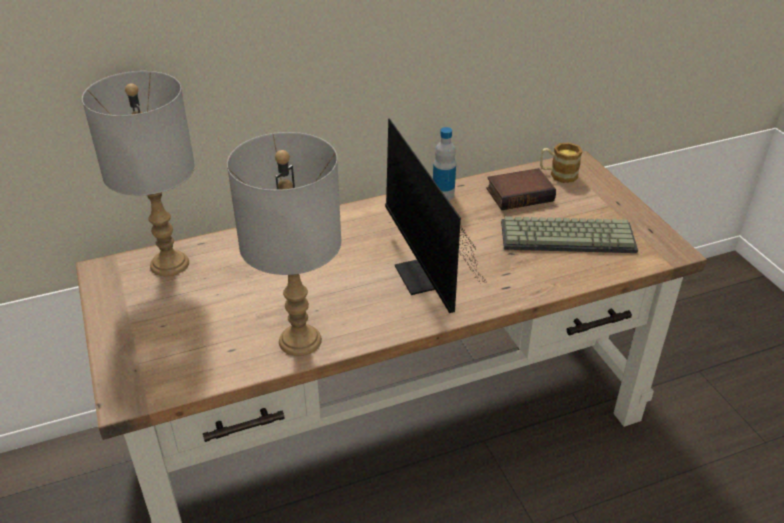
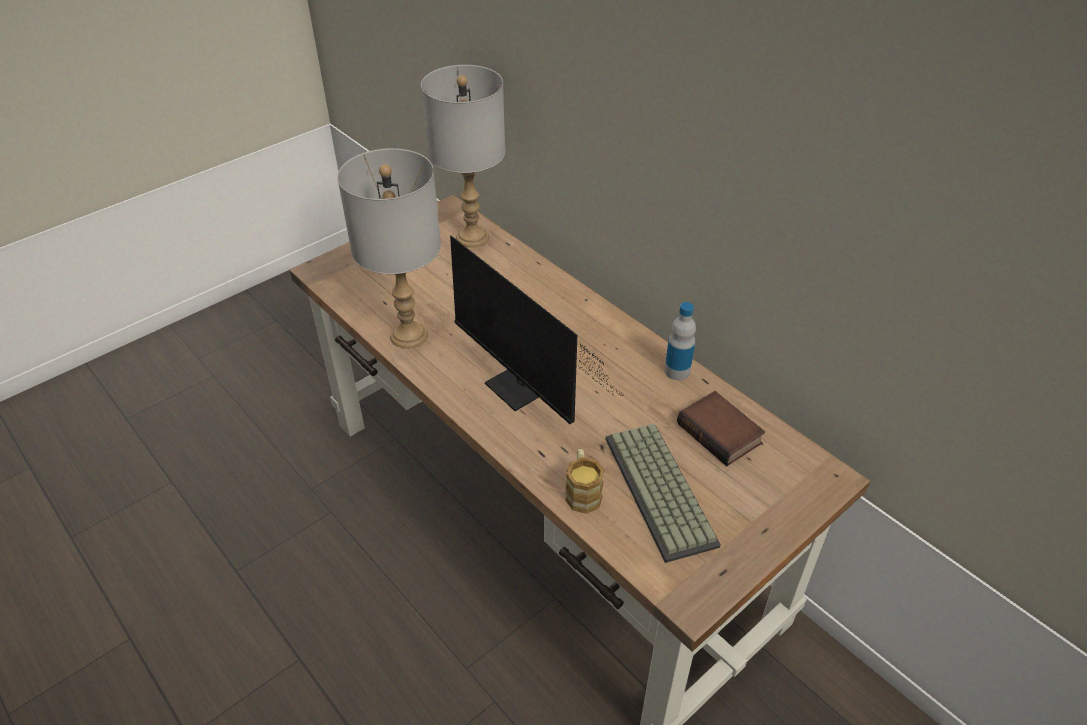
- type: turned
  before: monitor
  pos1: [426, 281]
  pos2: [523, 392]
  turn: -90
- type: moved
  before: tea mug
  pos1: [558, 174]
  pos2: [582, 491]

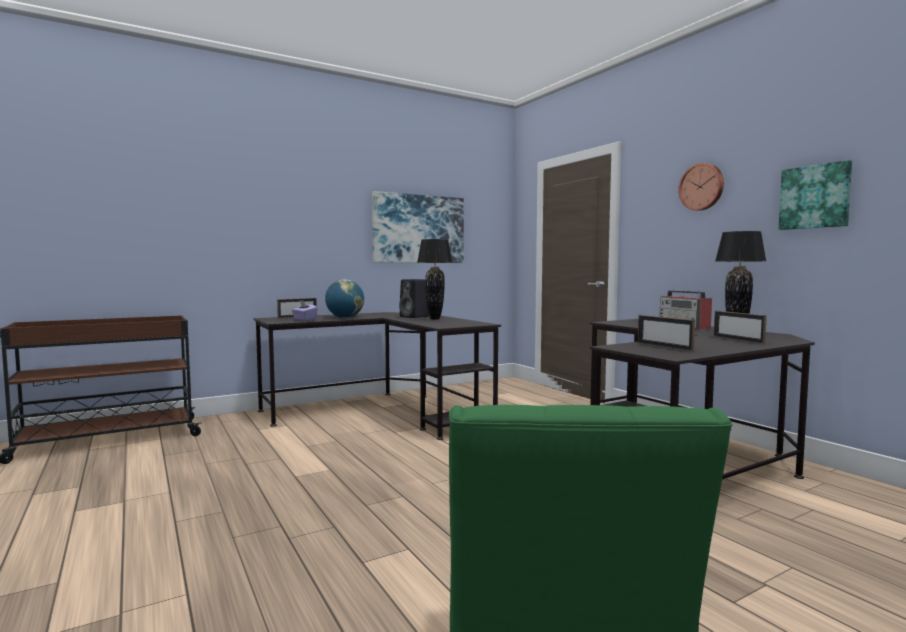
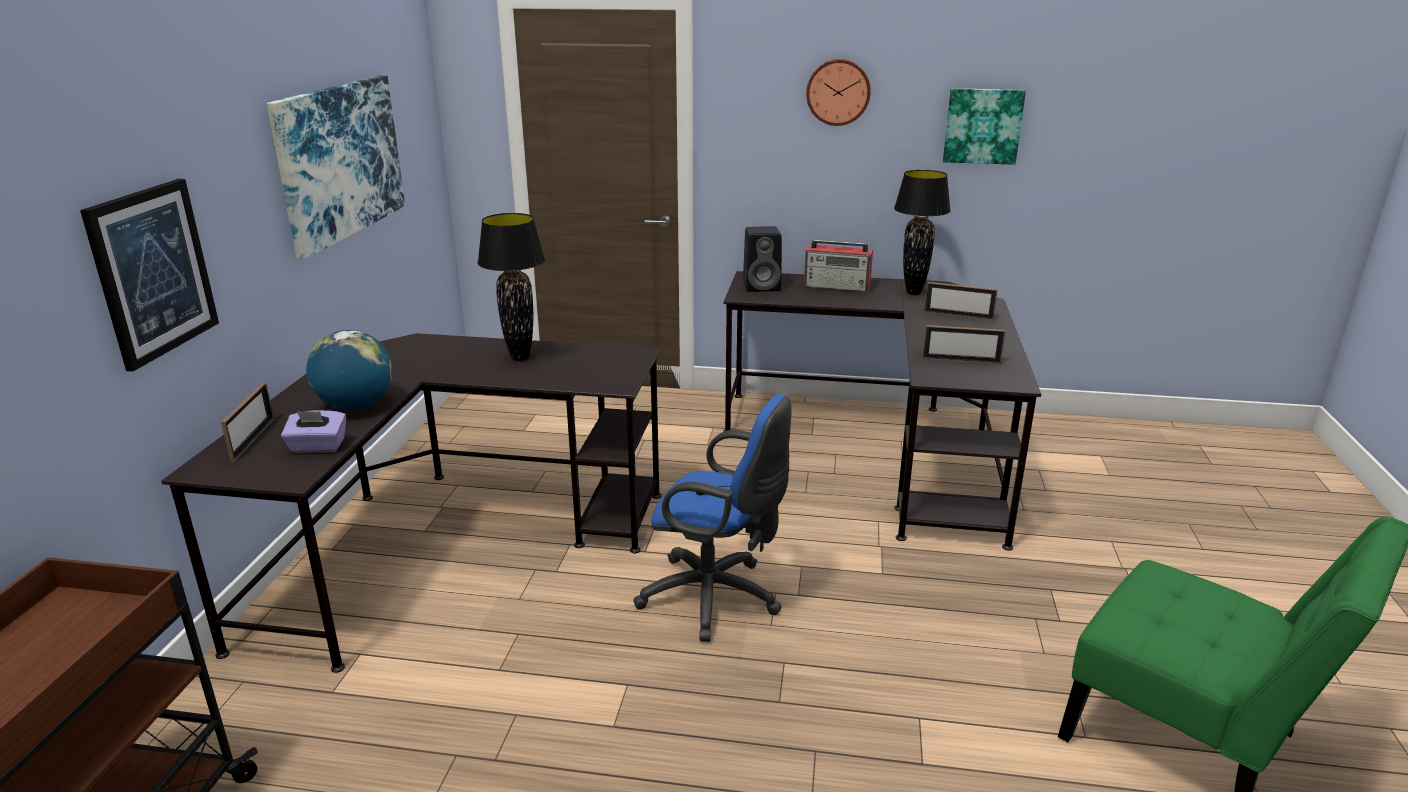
- type: added
  after: wall art
  pos2: [153, 272]
- type: added
  after: blue desk chair
  pos2: [717, 598]
- type: moved
  before: black-coloured speaker
  pos1: [415, 316]
  pos2: [763, 286]

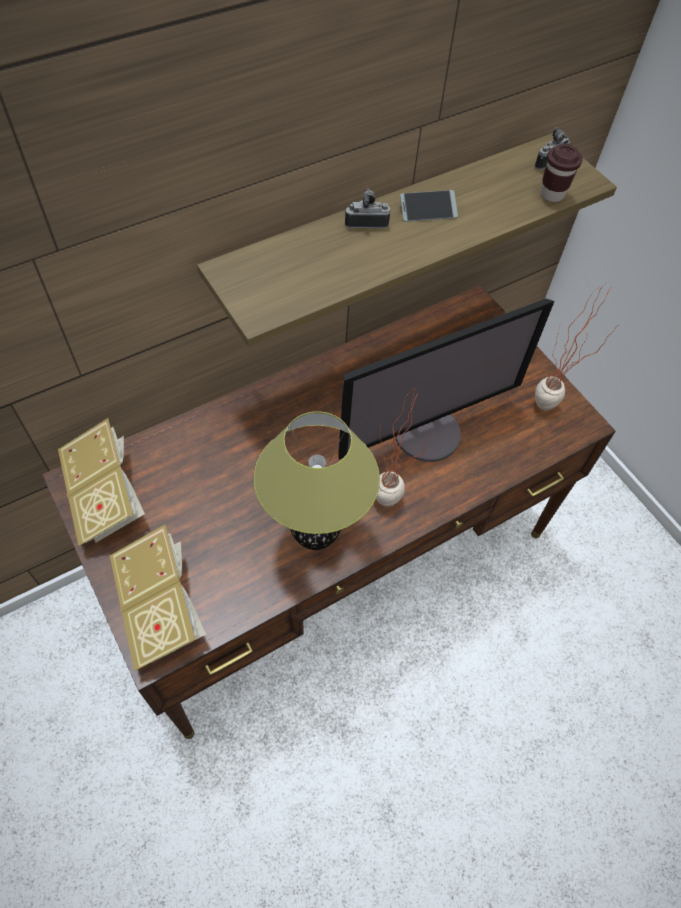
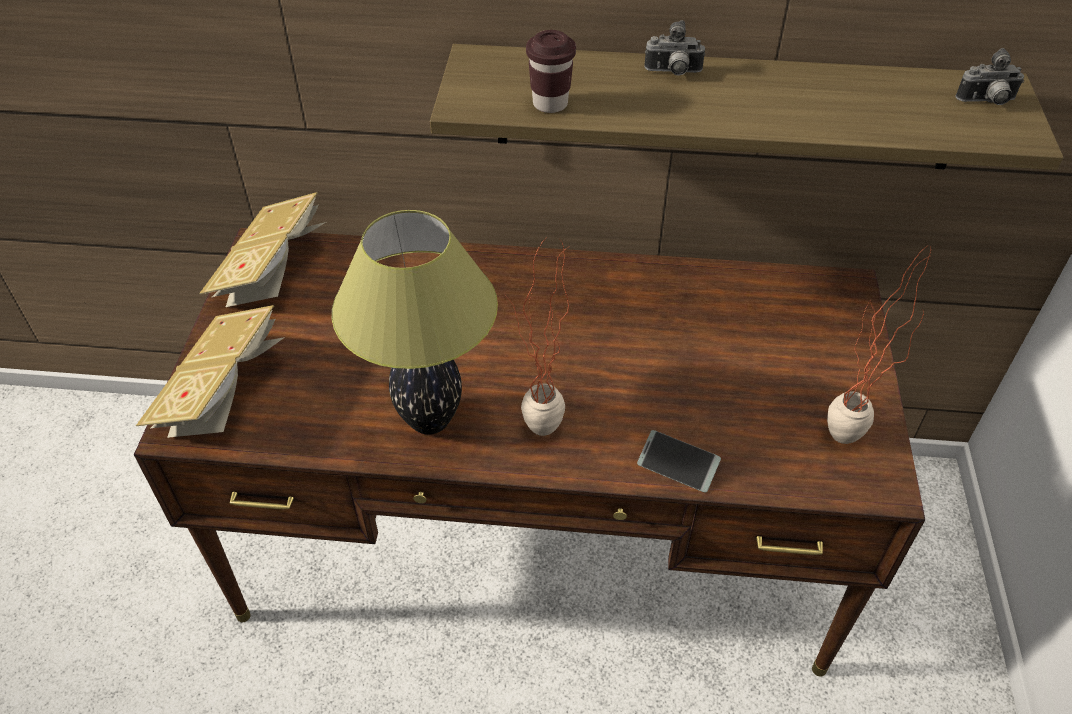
- type: moved
  before: brown cup
  pos1: [552, 194]
  pos2: [550, 104]
- type: moved
  before: phone
  pos1: [428, 211]
  pos2: [677, 466]
- type: turned
  before: still camera
  pos1: [366, 222]
  pos2: [673, 73]
  turn: 150
- type: removed
  before: monitor
  pos1: [427, 431]

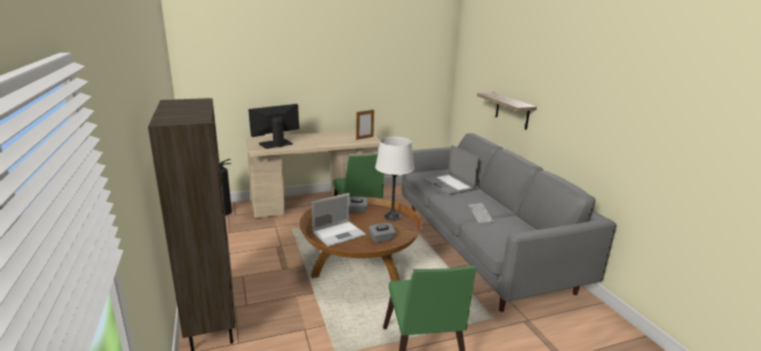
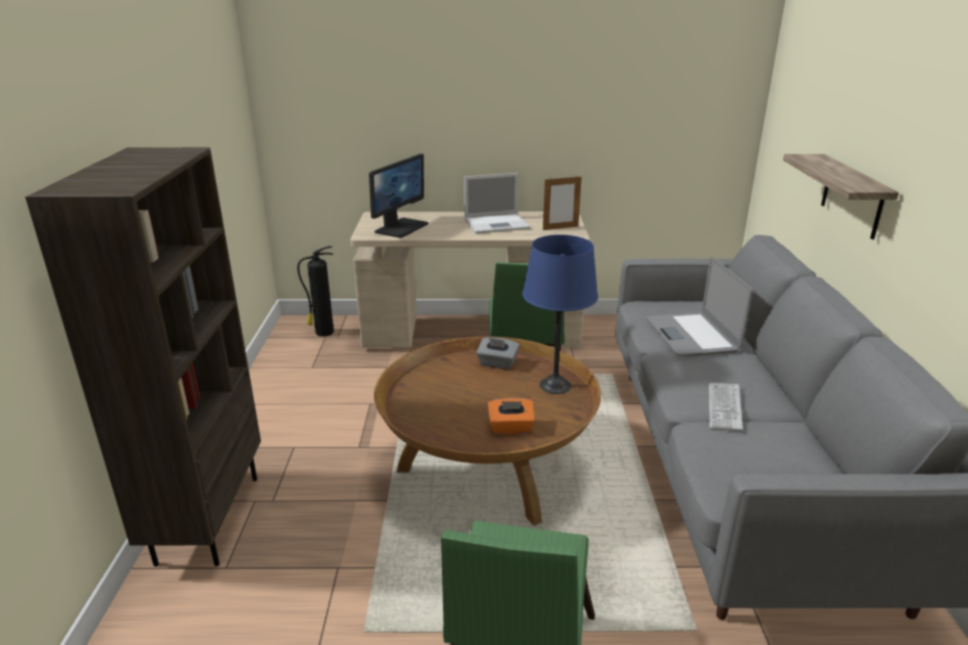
- type: turned
  before: monitor
  pos1: [275, 144]
  pos2: [401, 227]
  turn: 135
- type: moved
  before: notebook computer
  pos1: [339, 233]
  pos2: [498, 224]
- type: recoloured
  before: gray tissue holder
  after: orangey tissue holder
  pos1: [382, 239]
  pos2: [510, 428]
- type: recoloured
  before: white-coloured lamp for a table
  after: blue lamp for a table
  pos1: [392, 217]
  pos2: [555, 385]

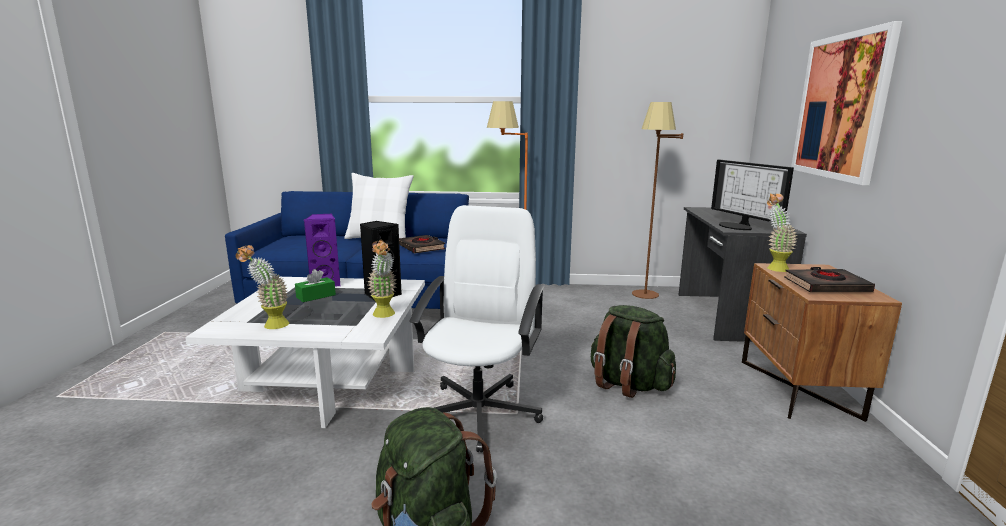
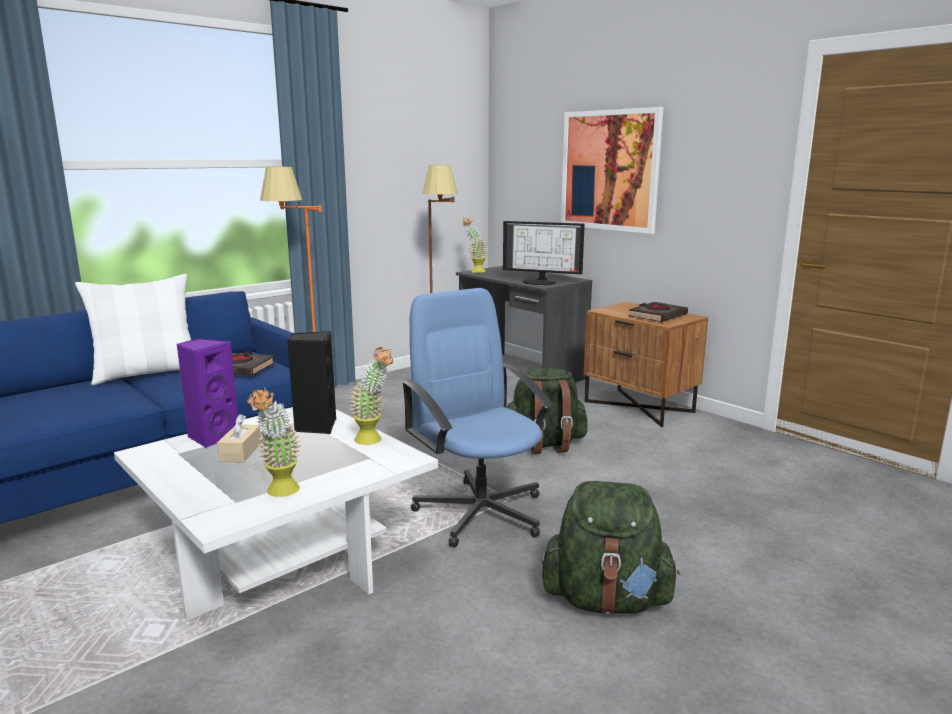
- type: recoloured
  before: greenish tissue holder
  after: beige-coloured tissue holder
  pos1: [316, 296]
  pos2: [241, 452]
- type: recoloured
  before: white-coloured desk chair
  after: blue desk chair
  pos1: [479, 412]
  pos2: [480, 512]
- type: moved
  before: potted plant
  pos1: [773, 267]
  pos2: [474, 271]

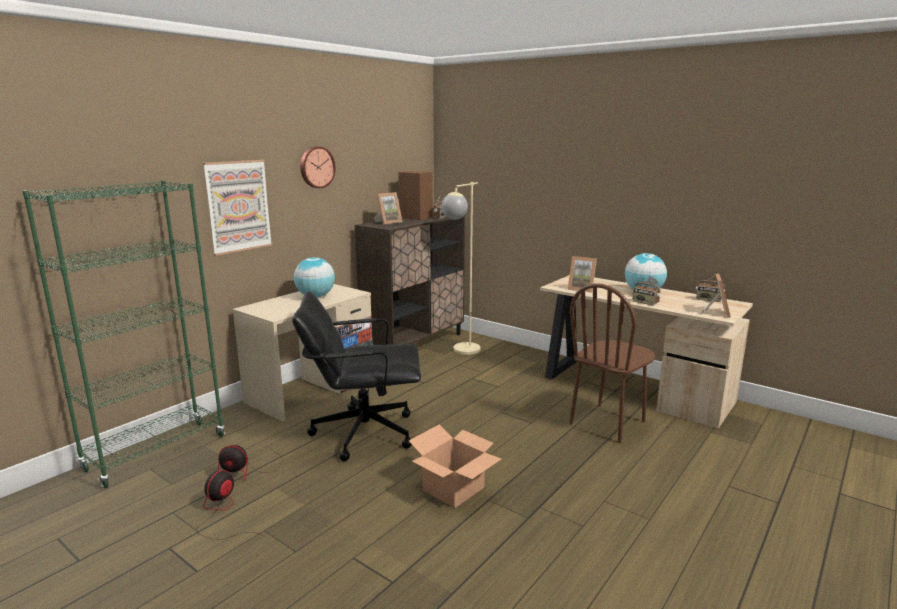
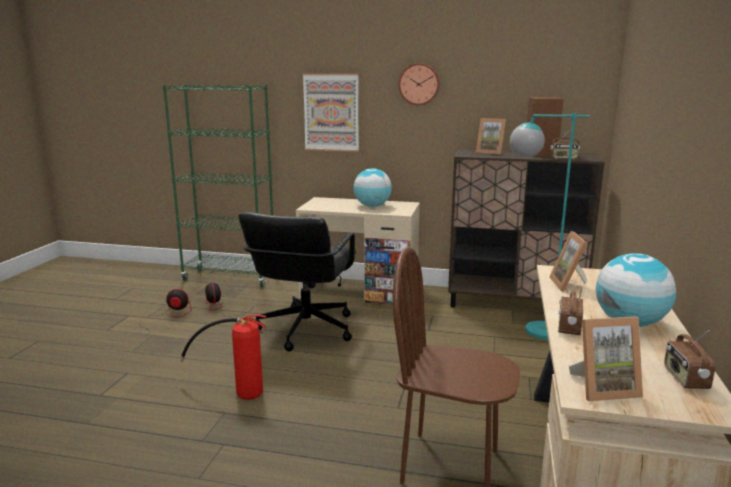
- type: replaced
  before: packing box
  after: fire-fighting cylinder
  pos1: [453, 488]
  pos2: [236, 391]
- type: turned
  before: black-coloured desk chair
  pos1: [363, 432]
  pos2: [305, 329]
  turn: -135
- type: recoloured
  before: beige-coloured standard lamp
  after: turquoise-coloured standard lamp
  pos1: [461, 352]
  pos2: [530, 331]

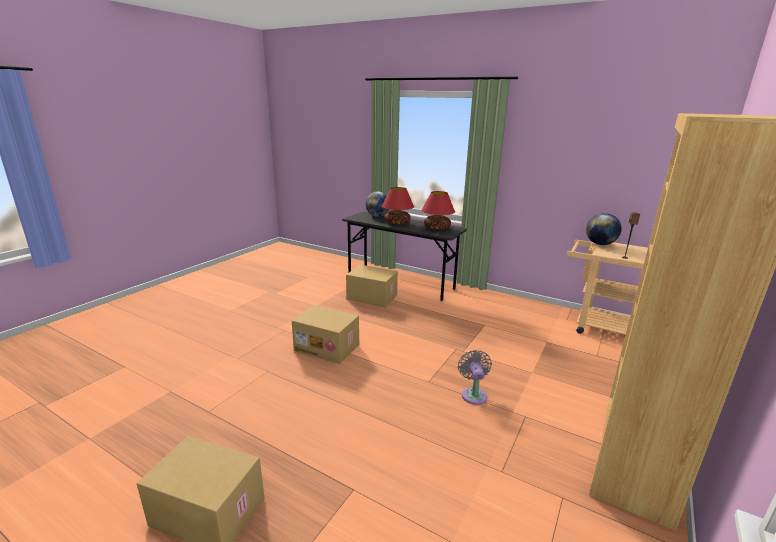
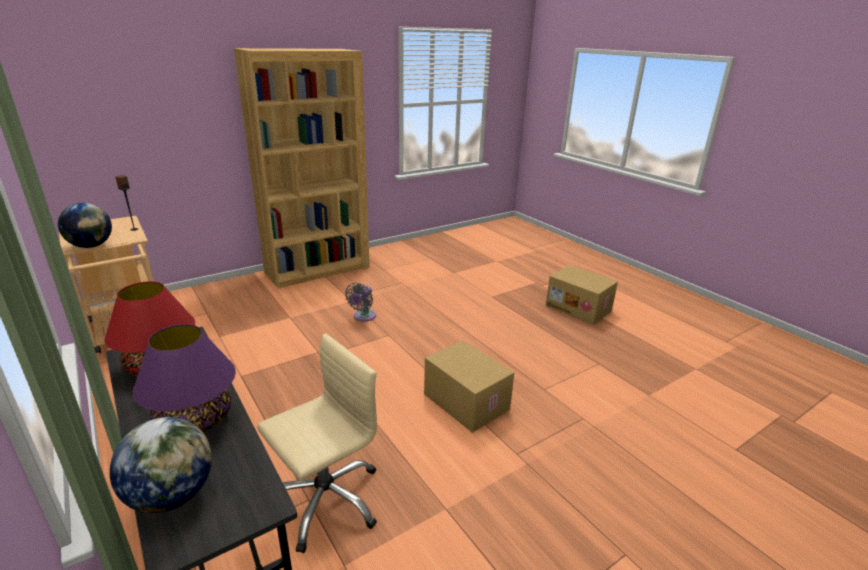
- type: recoloured
  before: reddish lamp for a table
  after: purplish lamp for a table
  pos1: [397, 223]
  pos2: [195, 420]
- type: replaced
  before: packing box
  after: beige-coloured desk chair
  pos1: [371, 297]
  pos2: [325, 499]

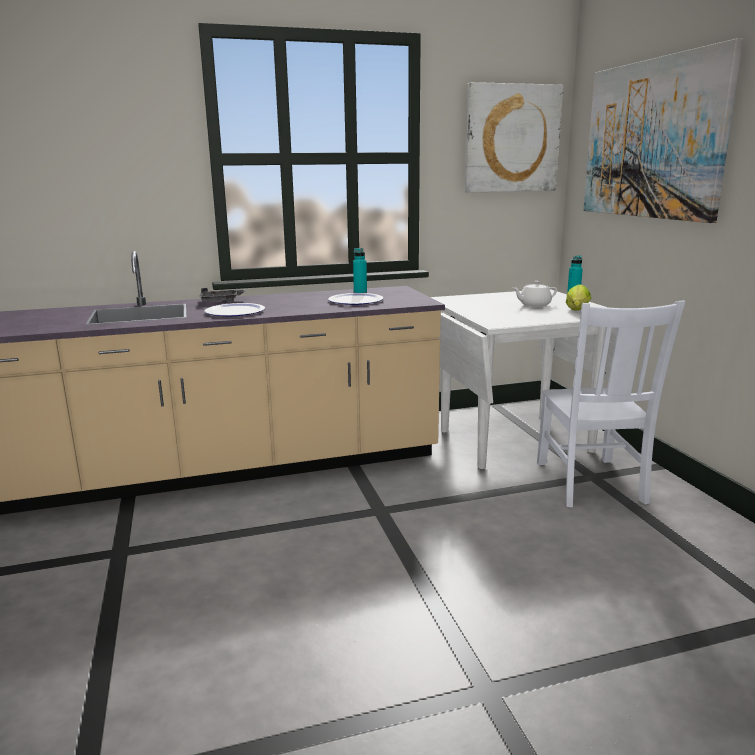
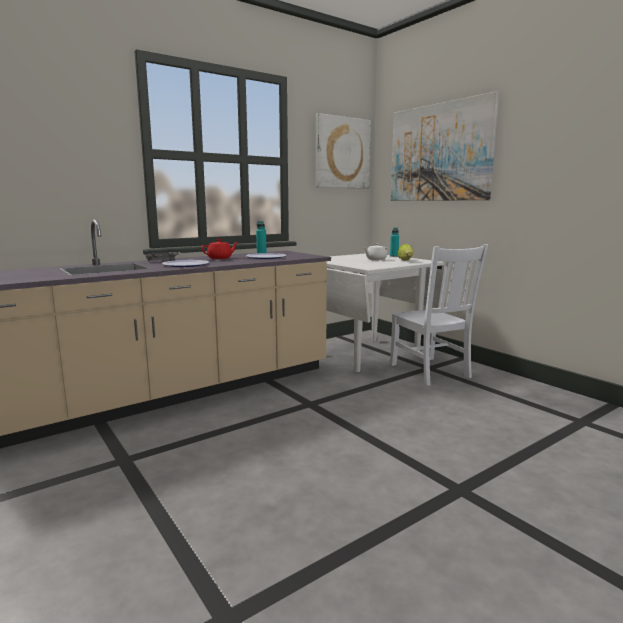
- type: added
  after: reddish teapot
  pos2: [220, 258]

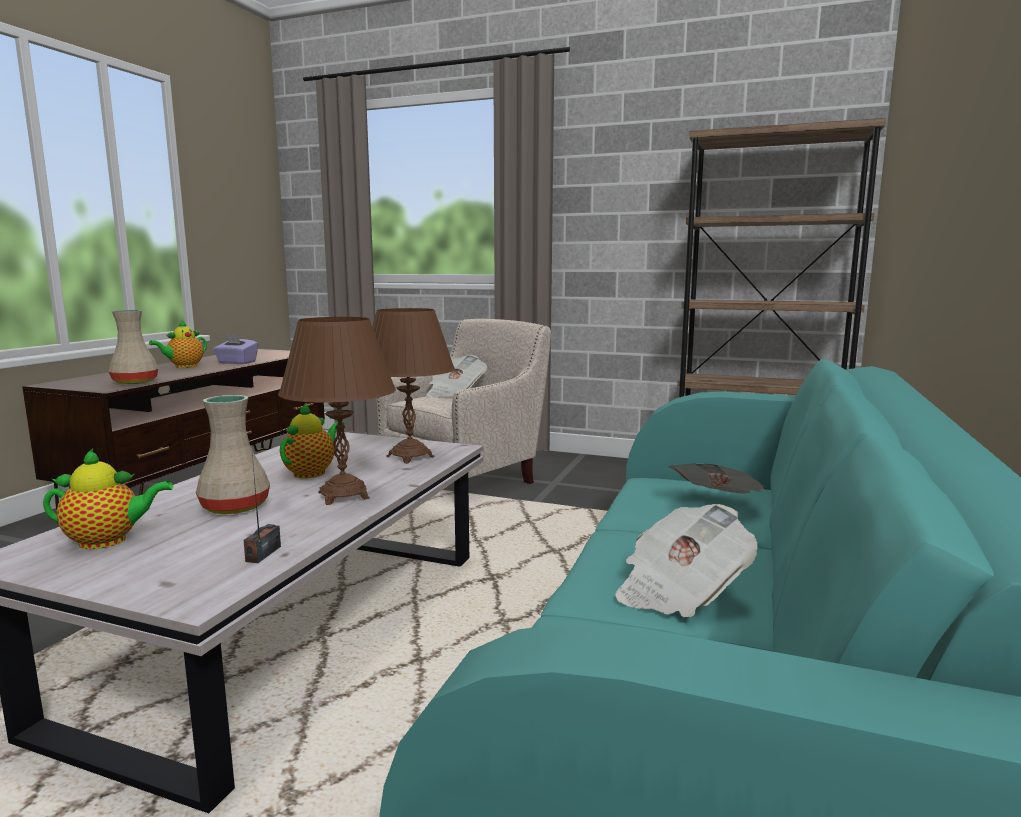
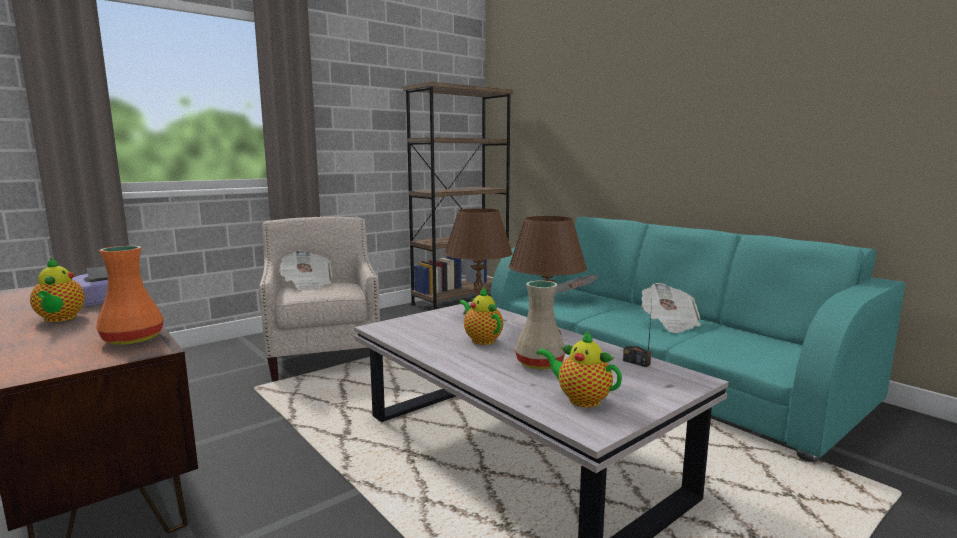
- type: recoloured
  before: beige-coloured flower vase
  after: orangey flower vase
  pos1: [135, 382]
  pos2: [134, 339]
- type: turned
  before: teapot
  pos1: [108, 541]
  pos2: [580, 399]
  turn: -75

